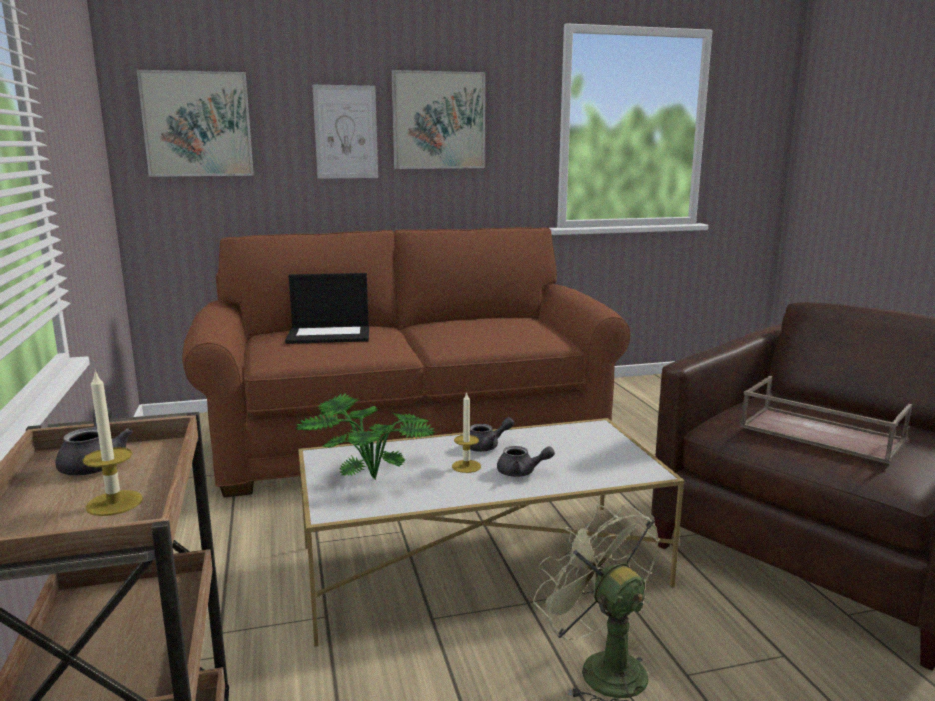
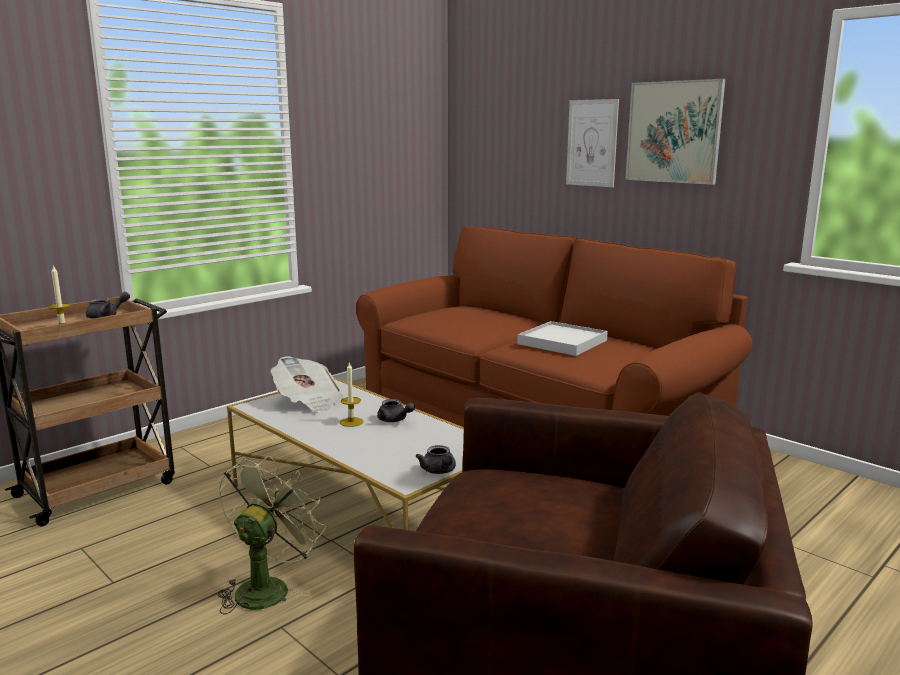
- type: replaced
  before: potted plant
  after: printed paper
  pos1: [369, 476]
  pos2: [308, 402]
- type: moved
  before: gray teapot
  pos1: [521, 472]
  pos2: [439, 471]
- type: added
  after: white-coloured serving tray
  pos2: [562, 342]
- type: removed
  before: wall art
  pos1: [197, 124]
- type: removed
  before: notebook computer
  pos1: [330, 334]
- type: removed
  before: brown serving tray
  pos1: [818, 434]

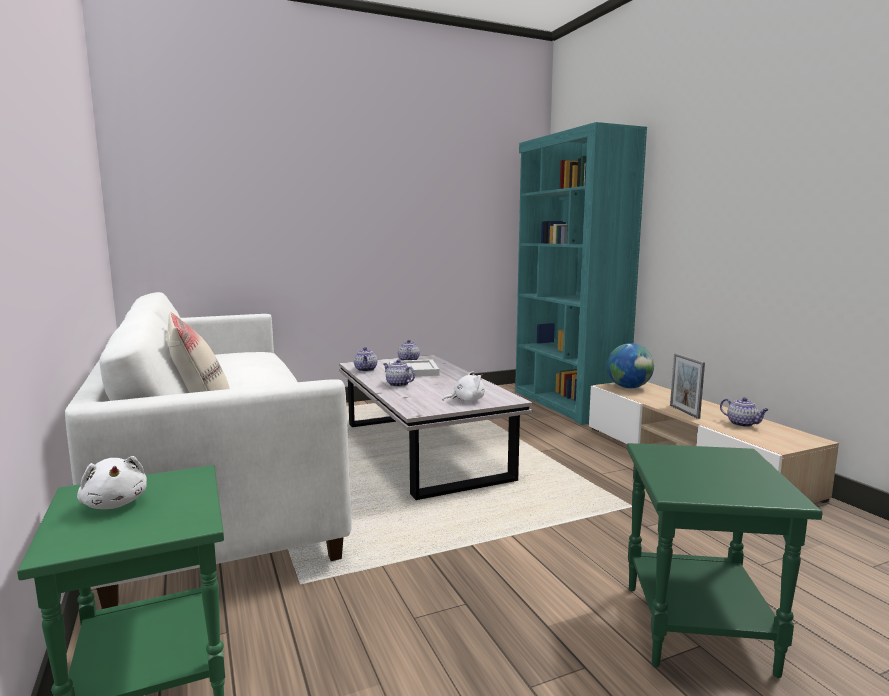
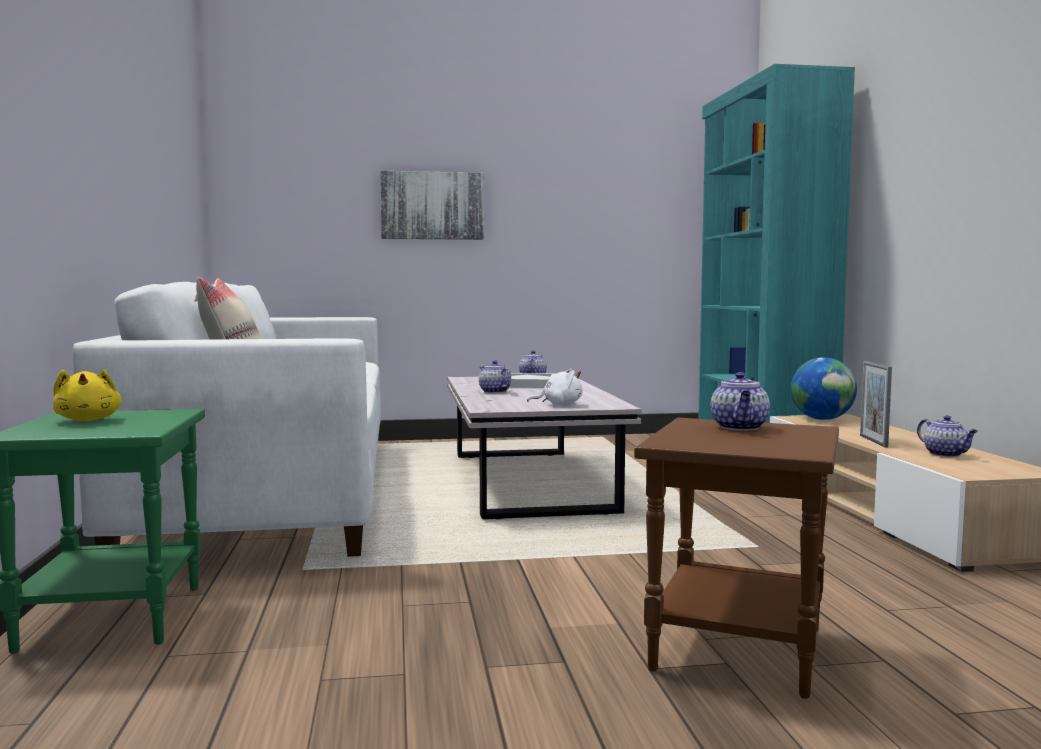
- type: recoloured
  before: white-coloured soft toy
  after: yellowish soft toy
  pos1: [115, 503]
  pos2: [88, 420]
- type: added
  after: wall art
  pos2: [432, 206]
- type: recoloured
  before: greenish side table
  after: brown side table
  pos1: [699, 629]
  pos2: [740, 651]
- type: moved
  before: teapot
  pos1: [366, 370]
  pos2: [740, 427]

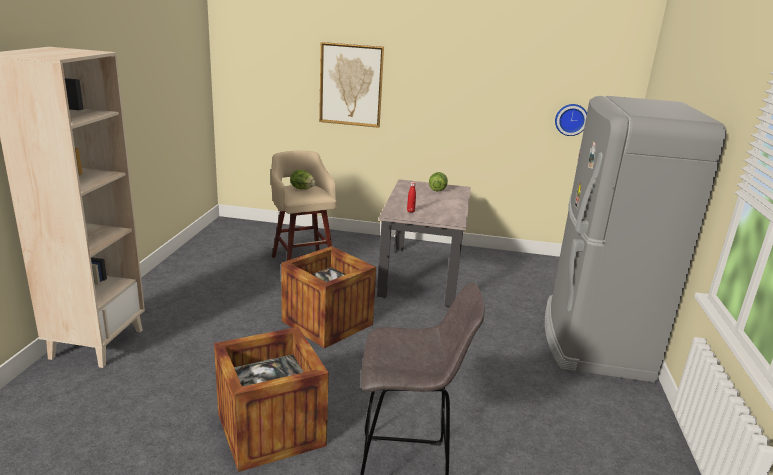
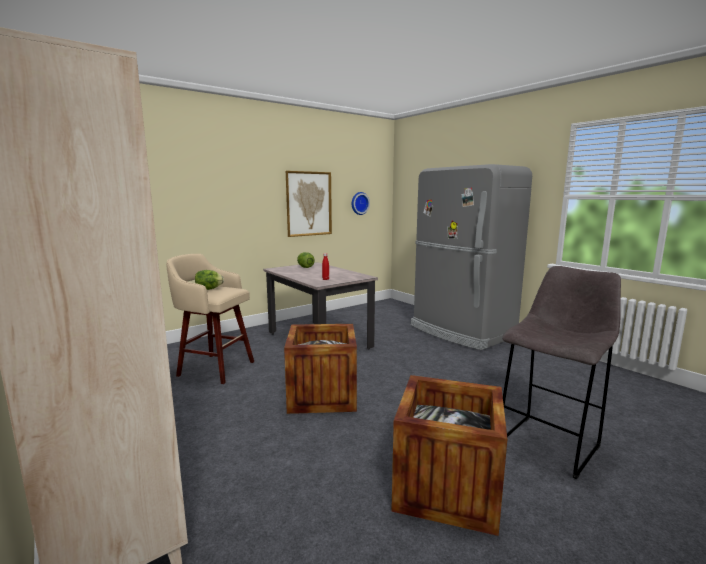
- type: moved
  before: wall art
  pos1: [351, 85]
  pos2: [309, 203]

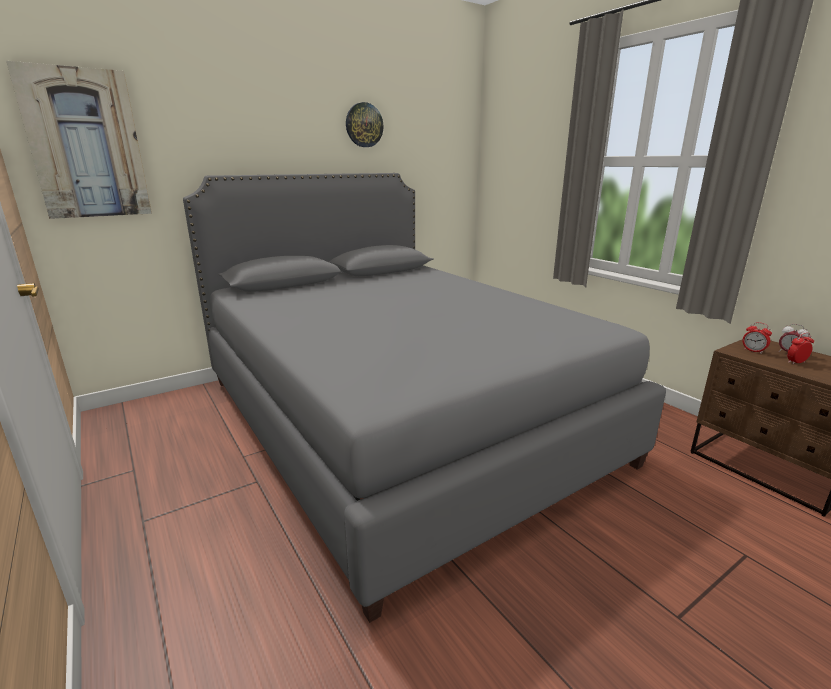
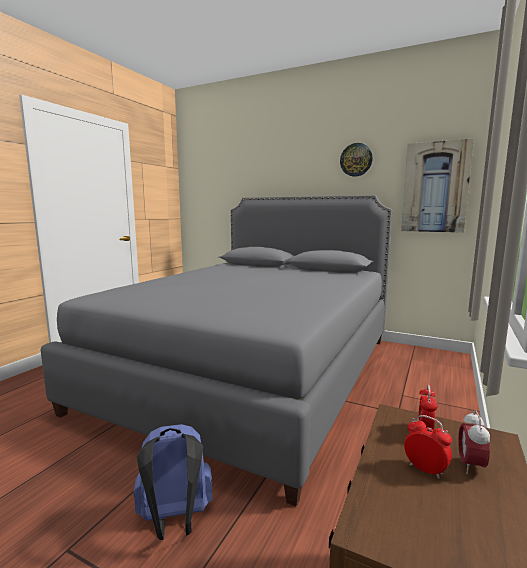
- type: added
  after: blue knapsack
  pos2: [175, 521]
- type: moved
  before: wall art
  pos1: [86, 145]
  pos2: [435, 187]

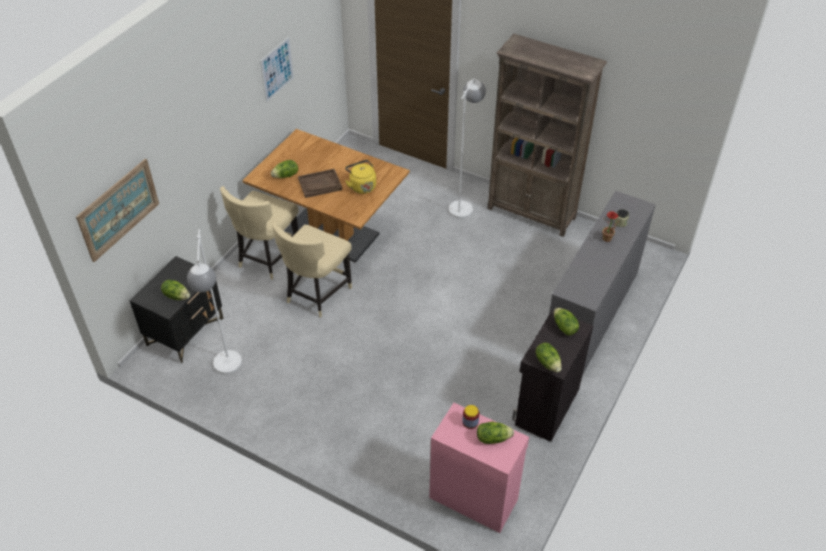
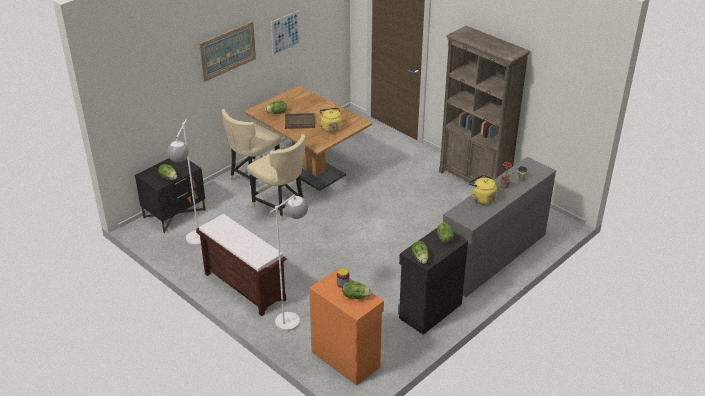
- type: added
  after: brown bench
  pos2: [243, 286]
- type: moved
  before: wall art
  pos1: [118, 209]
  pos2: [227, 51]
- type: turned
  before: beige-coloured plain chair
  pos1: [316, 294]
  pos2: [281, 206]
  turn: -90
- type: moved
  before: white-coloured standard lamp
  pos1: [463, 204]
  pos2: [293, 317]
- type: recoloured
  before: pink-coloured cabinet
  after: orangey cabinet
  pos1: [473, 497]
  pos2: [346, 358]
- type: added
  after: yellowish water kettle
  pos2: [482, 198]

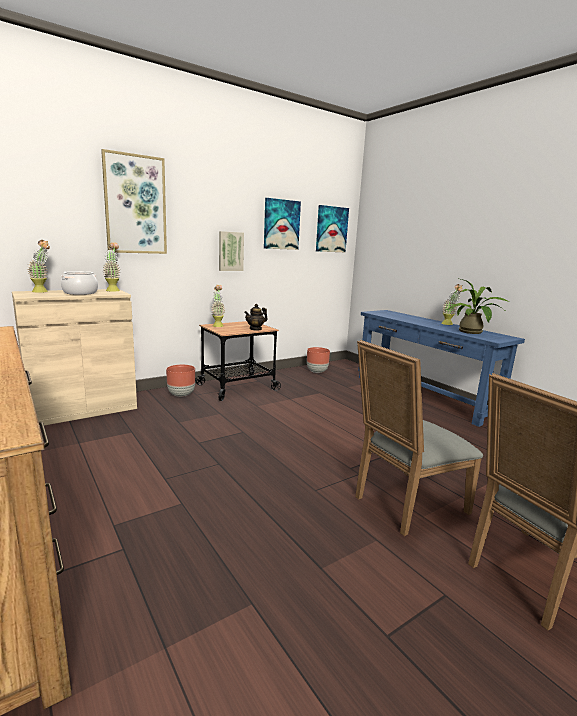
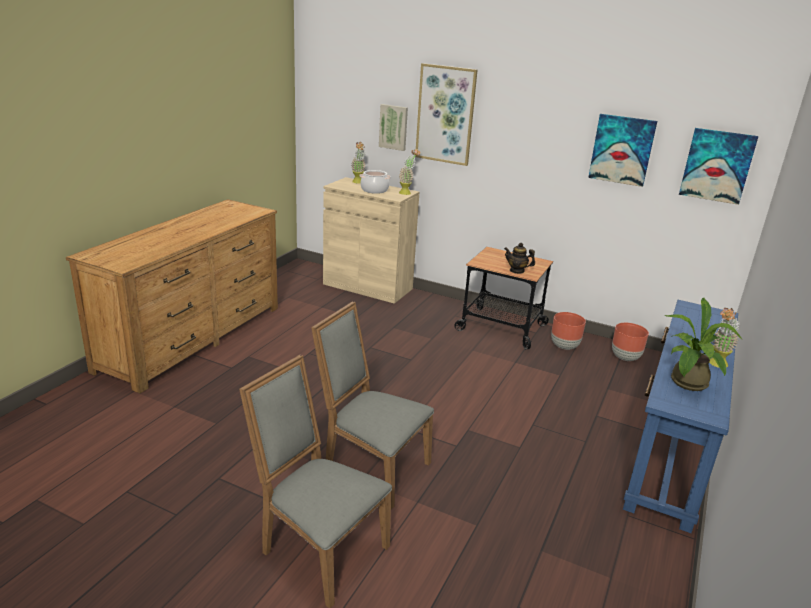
- type: moved
  before: wall art
  pos1: [230, 251]
  pos2: [393, 127]
- type: moved
  before: brown plant pot
  pos1: [181, 395]
  pos2: [564, 346]
- type: removed
  before: potted plant
  pos1: [217, 325]

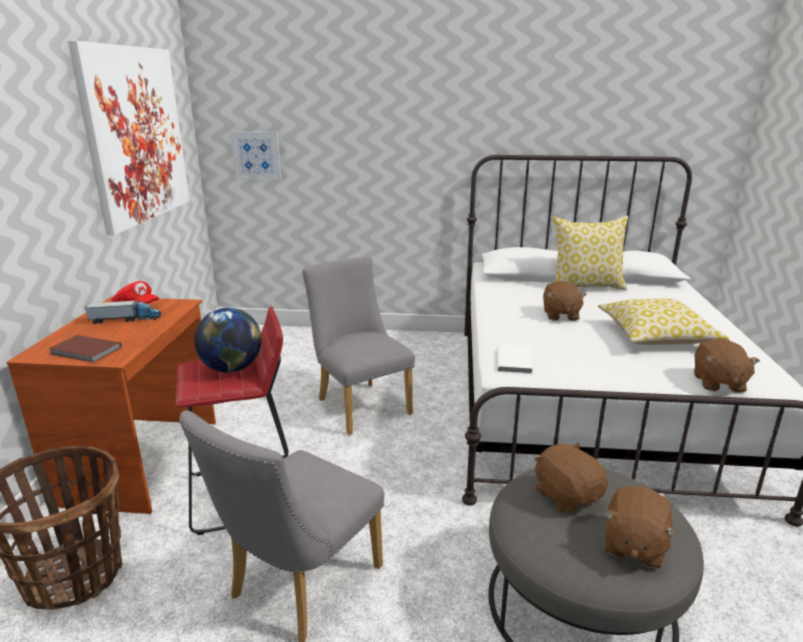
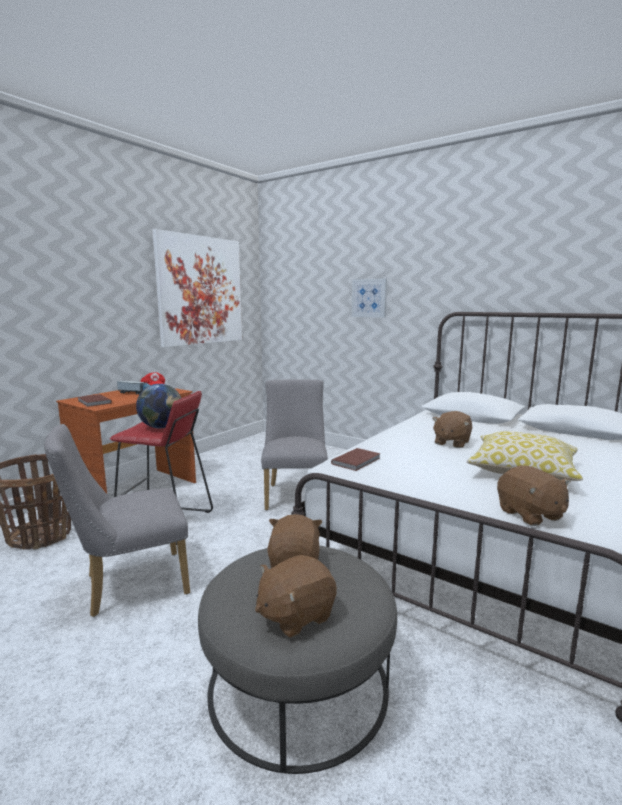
- type: recoloured
  before: white-coloured book
  after: brown book
  pos1: [515, 361]
  pos2: [357, 461]
- type: moved
  before: wall art
  pos1: [256, 155]
  pos2: [369, 298]
- type: turned
  before: brown soft toy
  pos1: [717, 383]
  pos2: [530, 514]
  turn: -60
- type: removed
  before: throw pillow
  pos1: [586, 287]

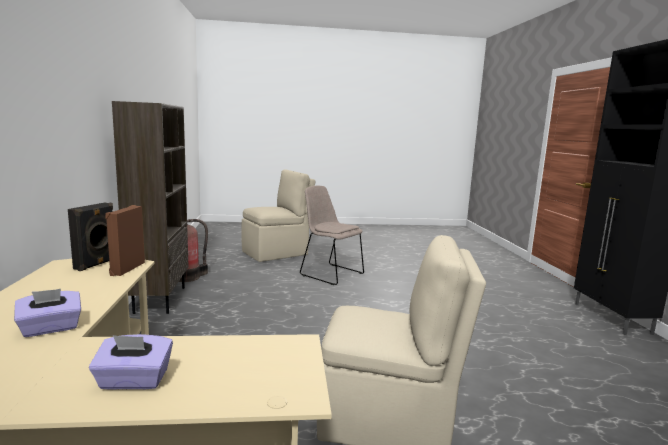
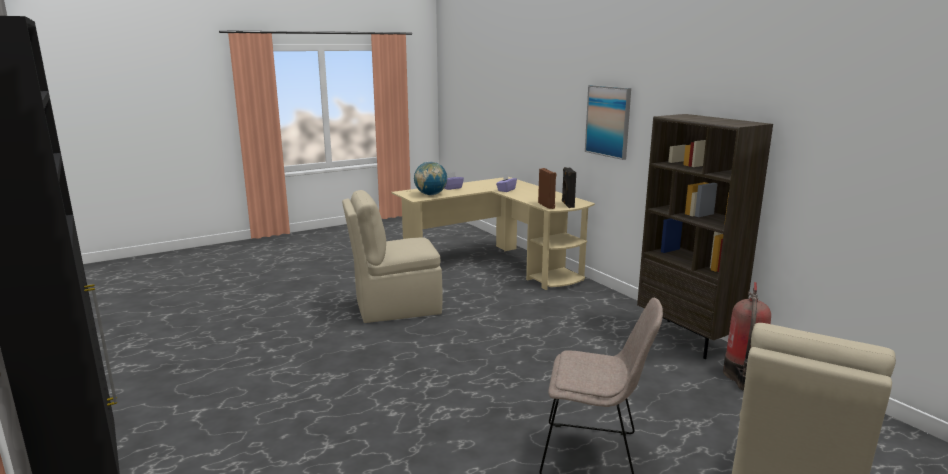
- type: added
  after: world globe
  pos2: [430, 194]
- type: added
  after: wall art
  pos2: [608, 121]

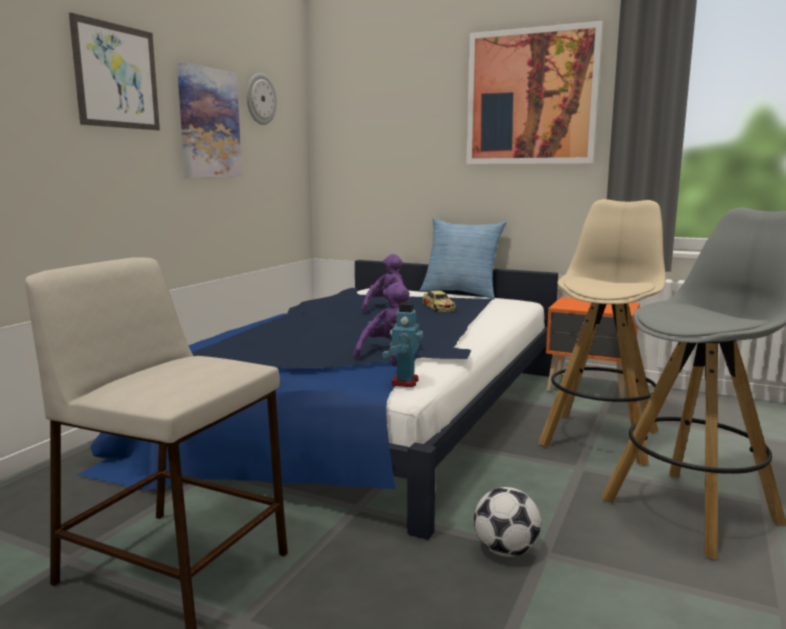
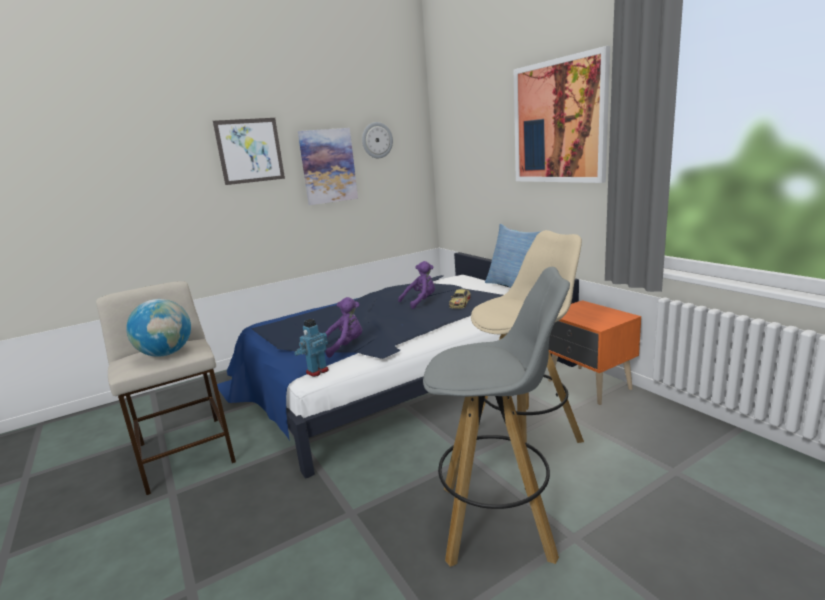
- type: added
  after: world globe
  pos2: [166, 354]
- type: removed
  before: ball for football
  pos1: [505, 550]

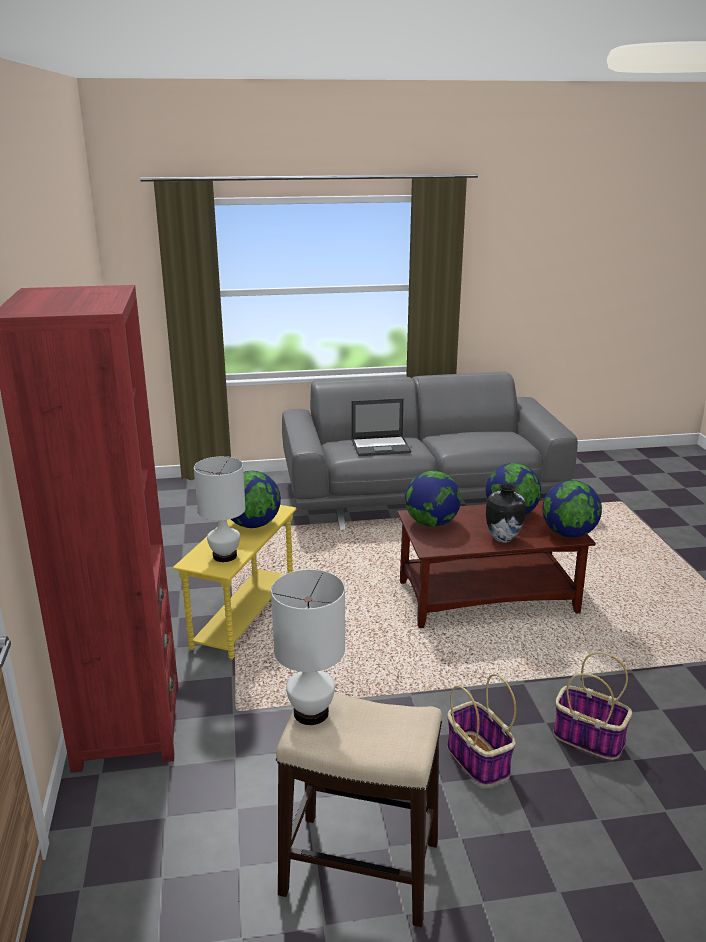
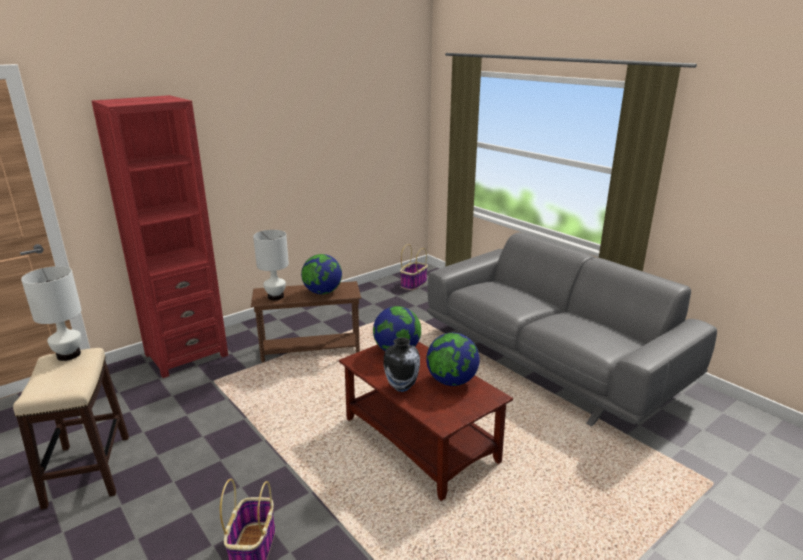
- type: recoloured
  before: yellowish side table
  after: brown side table
  pos1: [243, 616]
  pos2: [310, 349]
- type: moved
  before: storage basket
  pos1: [476, 759]
  pos2: [413, 284]
- type: removed
  before: notebook computer
  pos1: [381, 446]
- type: removed
  before: world globe
  pos1: [568, 534]

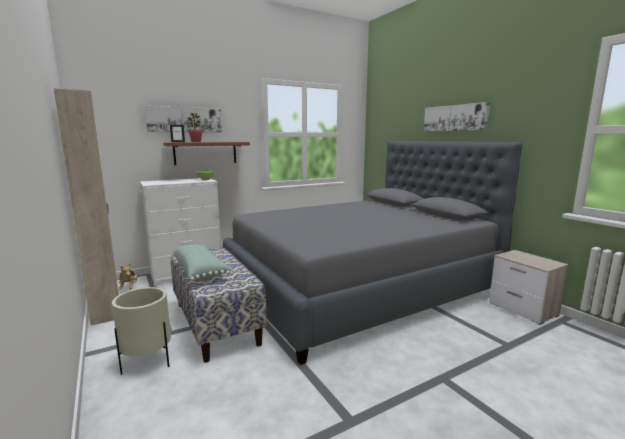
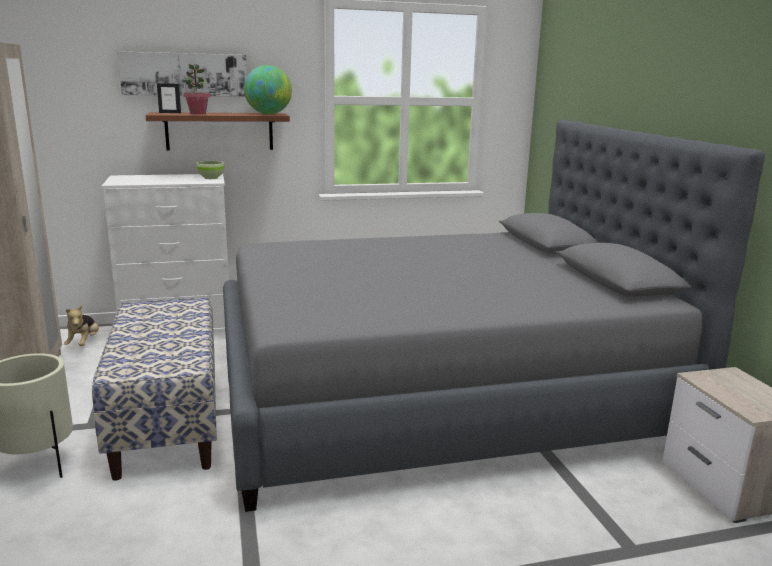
- type: added
  after: world globe
  pos2: [268, 114]
- type: removed
  before: greenish throw pillow
  pos1: [201, 271]
- type: removed
  before: wall art
  pos1: [455, 118]

